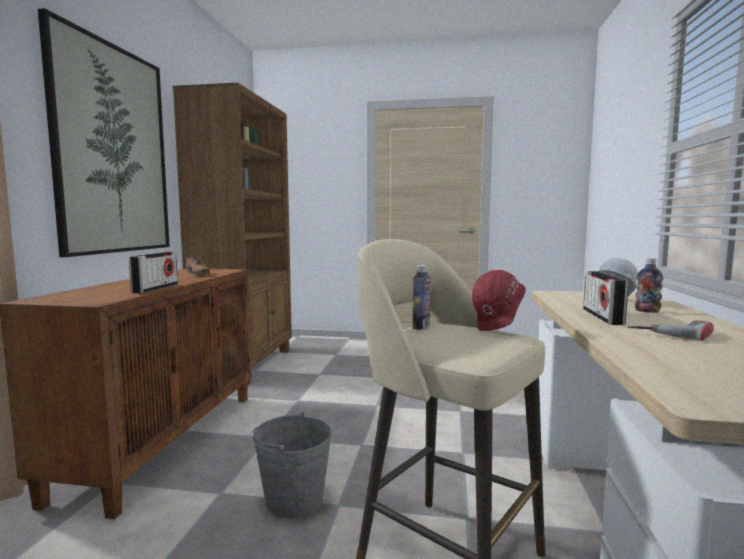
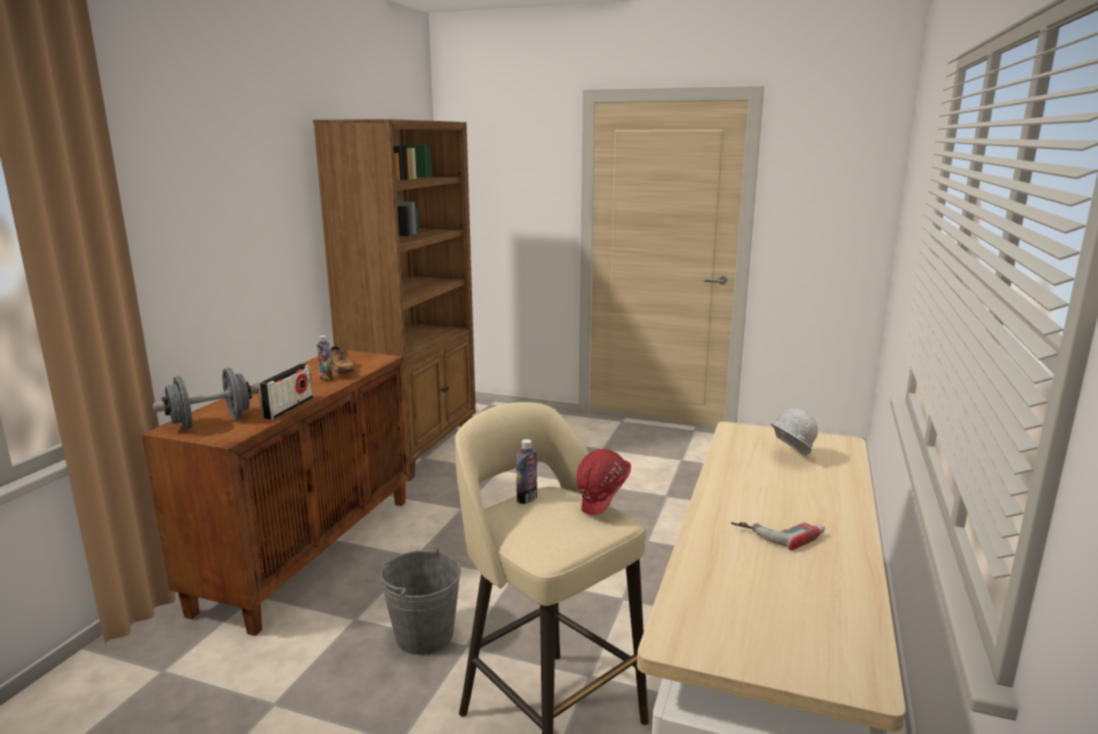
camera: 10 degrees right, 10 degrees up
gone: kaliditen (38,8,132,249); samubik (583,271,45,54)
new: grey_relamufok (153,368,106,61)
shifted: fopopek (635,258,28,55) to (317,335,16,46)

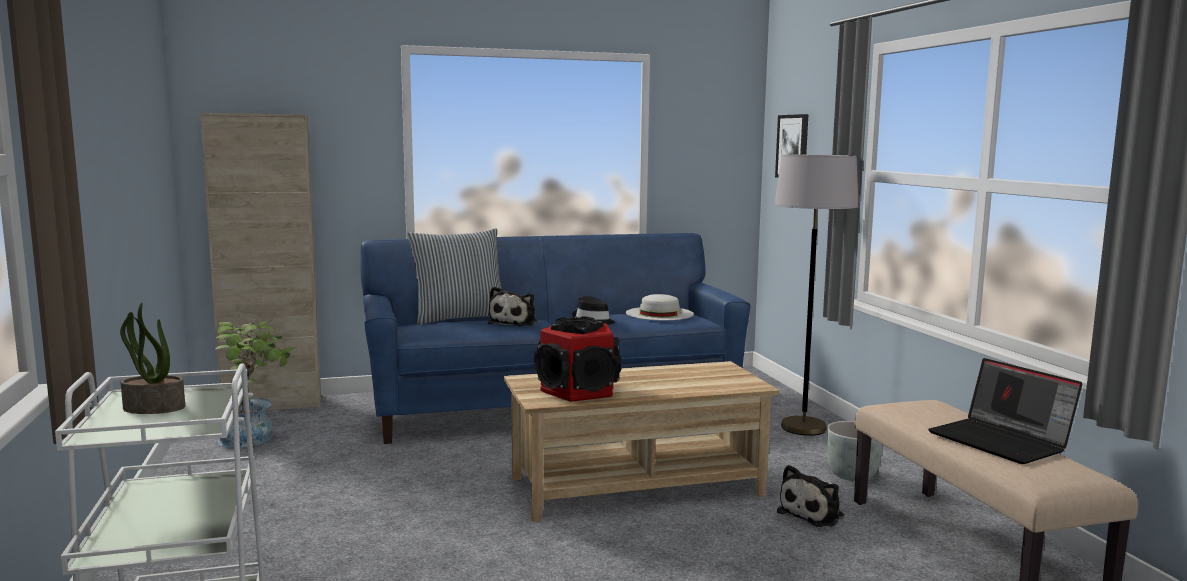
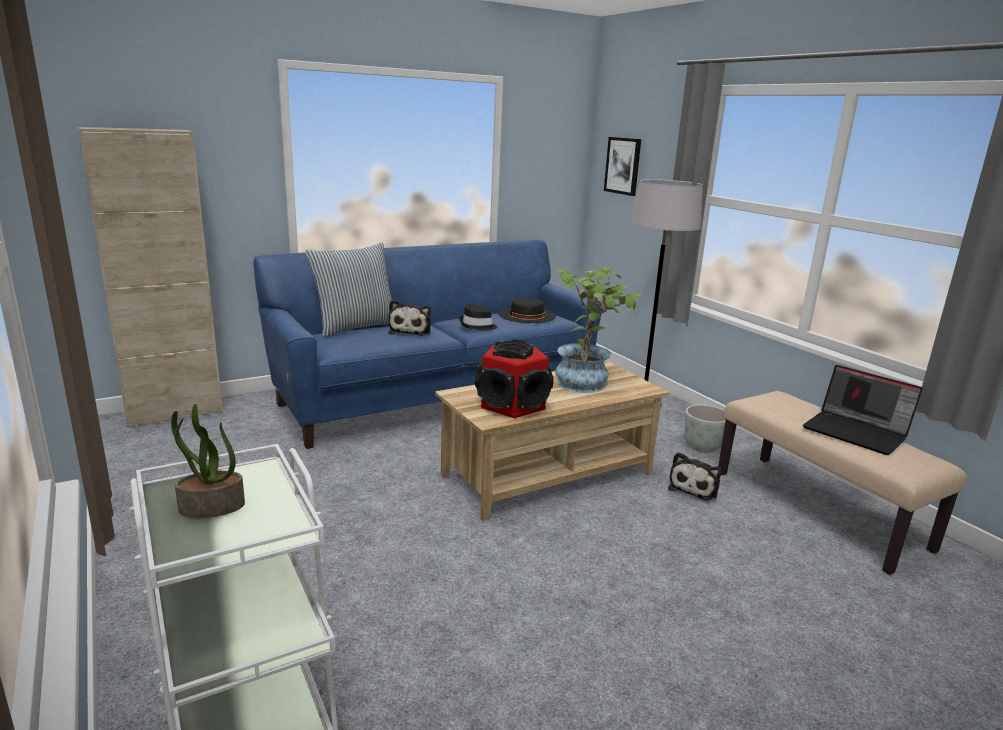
camera: 15 degrees left, 10 degrees up
shifted: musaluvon (215,320,82,128) to (555,267,86,126)
repainted: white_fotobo (626,294,68,26) to black_fotobo (498,298,58,25)

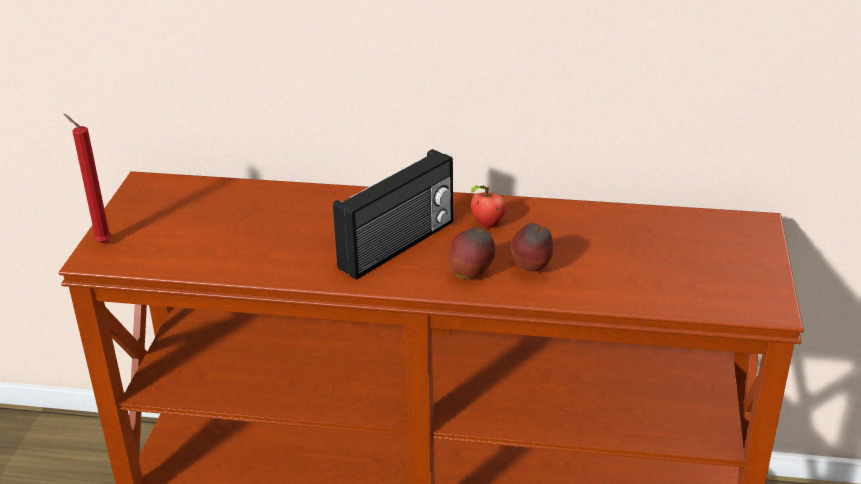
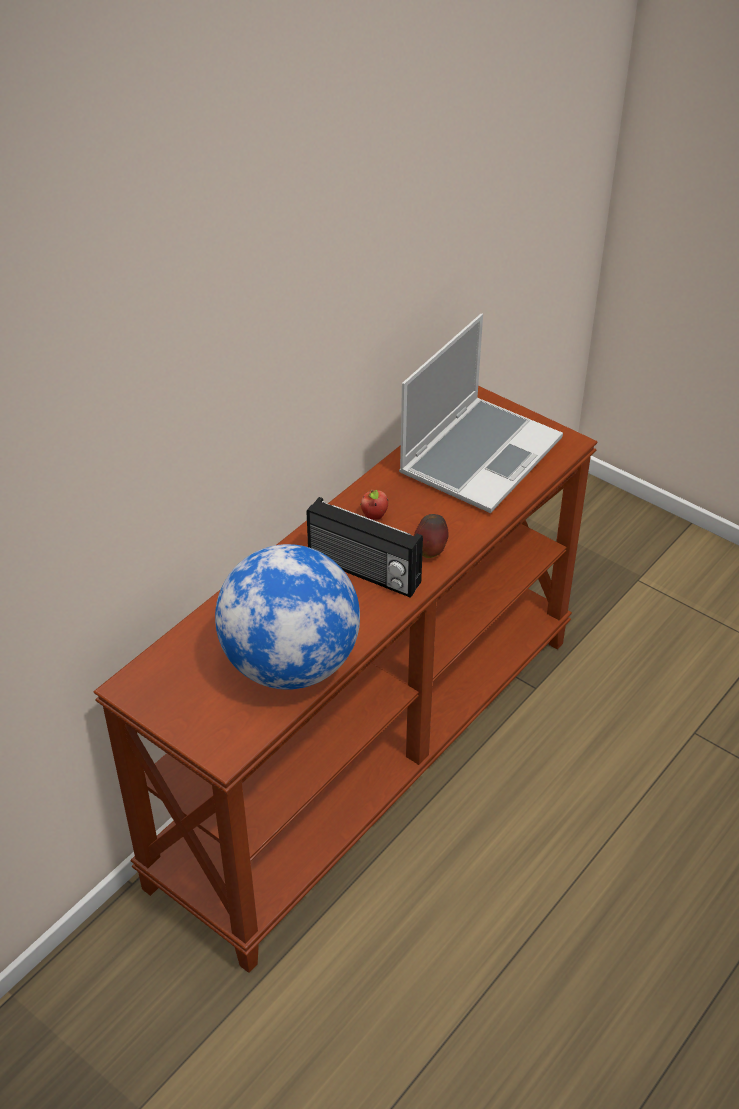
camera: 60 degrees left, 10 degrees up
gone: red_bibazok (64,114,48,129); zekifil (510,223,43,48)
new: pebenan (215,544,145,146); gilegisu (399,314,164,199)
rotated: samubik (333,149,120,131) = (307,497,116,101) 135 degrees clockwise

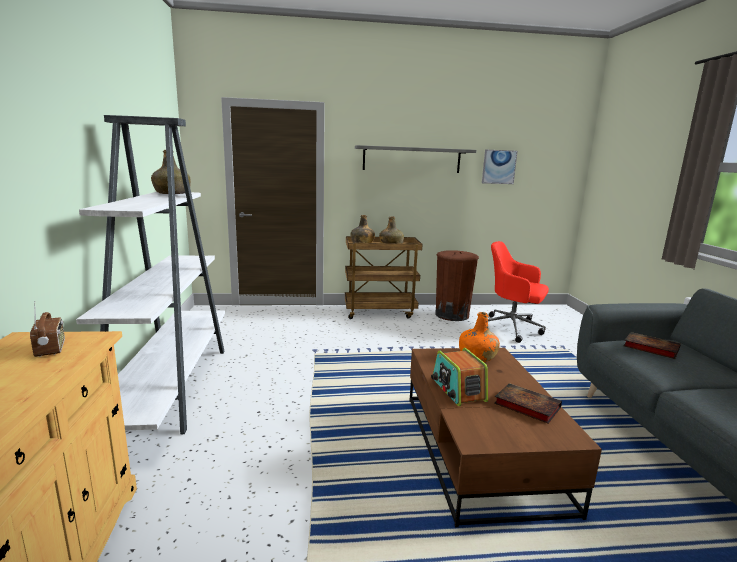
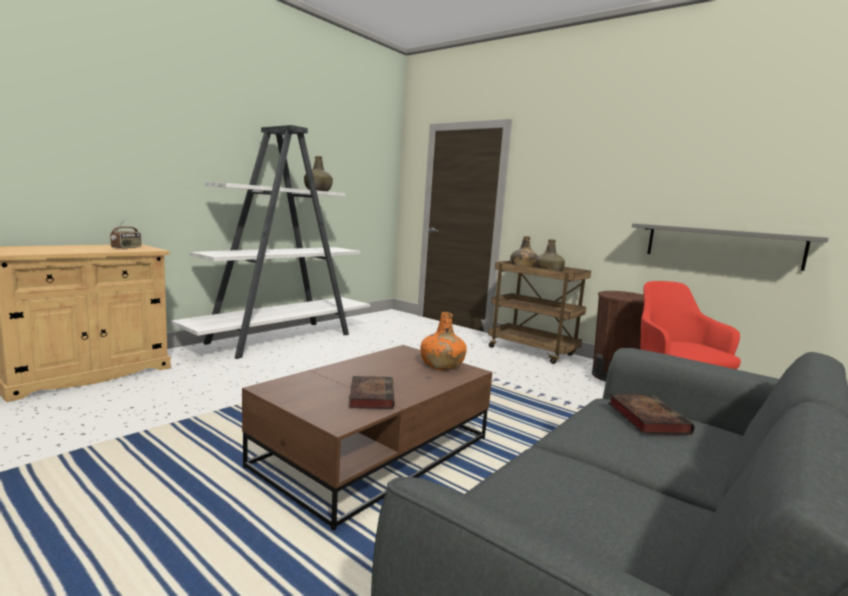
camera: 45 degrees right, 5 degrees down
gone: samubik (431,348,57,58); kaliditen (482,150,36,34)
shifted: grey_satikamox (355,145,121,28) to (632,223,197,48)

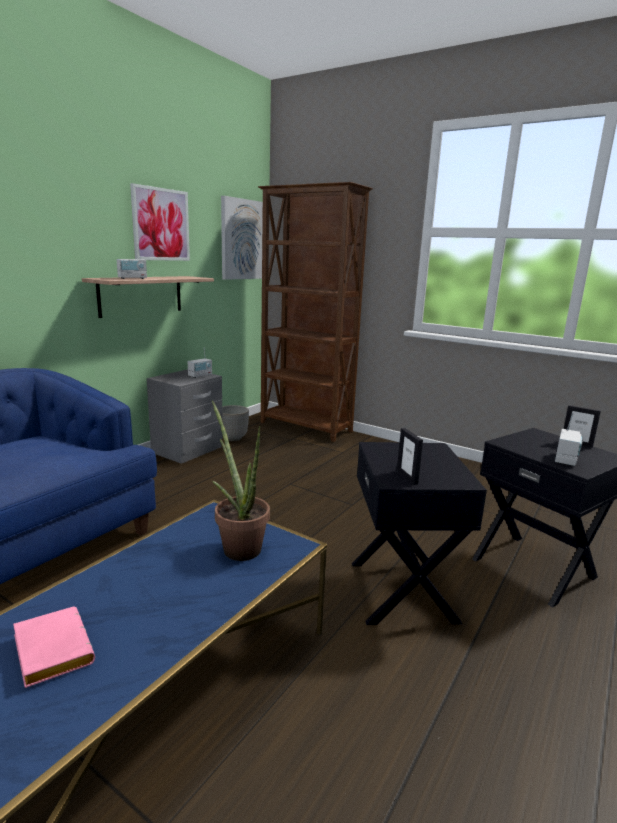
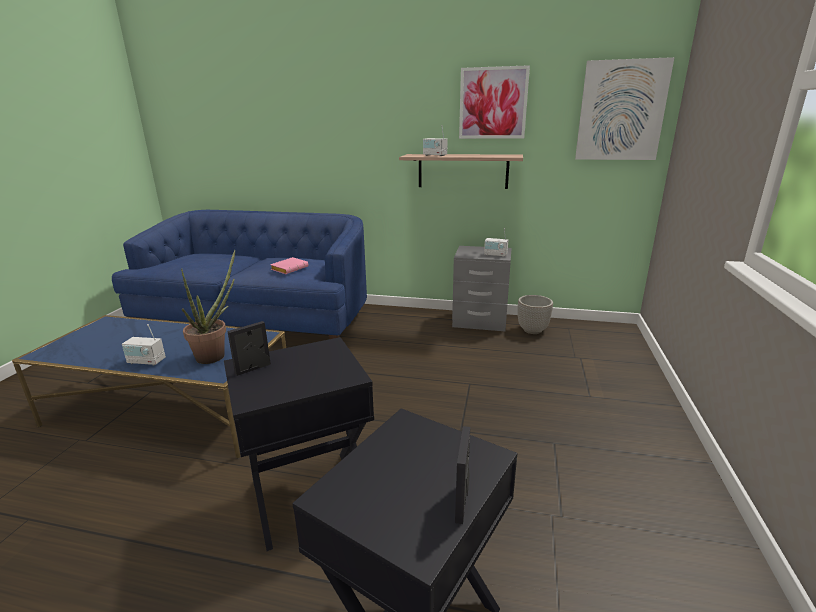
camera: 70 degrees right, 5 degrees up
gone: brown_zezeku (258,182,115,260)
shifted: samubik (555,412,28,54) to (122,324,44,42); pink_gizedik (13,607,82,81) to (270,257,38,17)

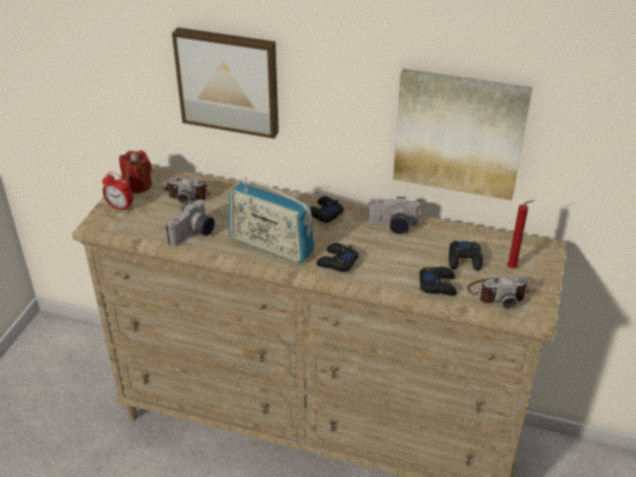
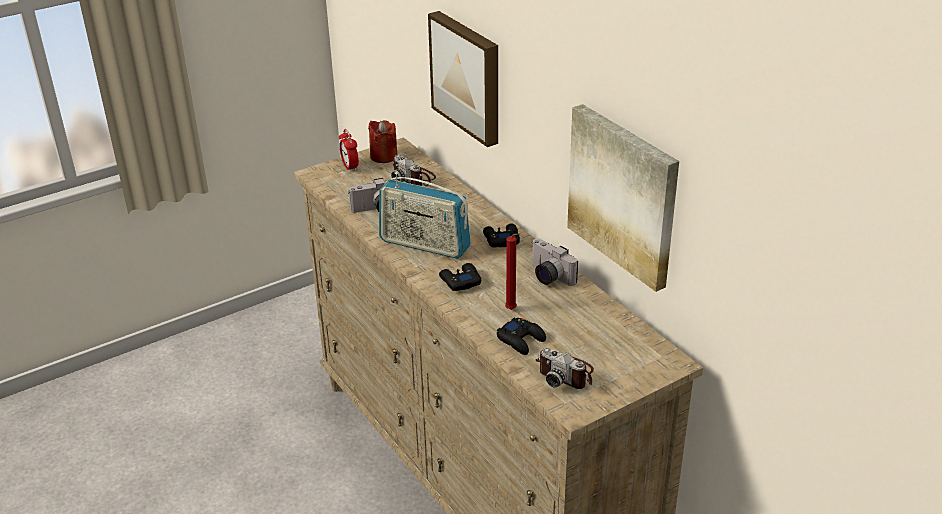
camera: 40 degrees right, 5 degrees down
gone: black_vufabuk (449,241,34,30)
shifted: red_bibazok (507,200,28,68) to (505,233,14,77)
rotated: samubik (229,177,85,86) = (379,172,92,87) 45 degrees counterclockwise

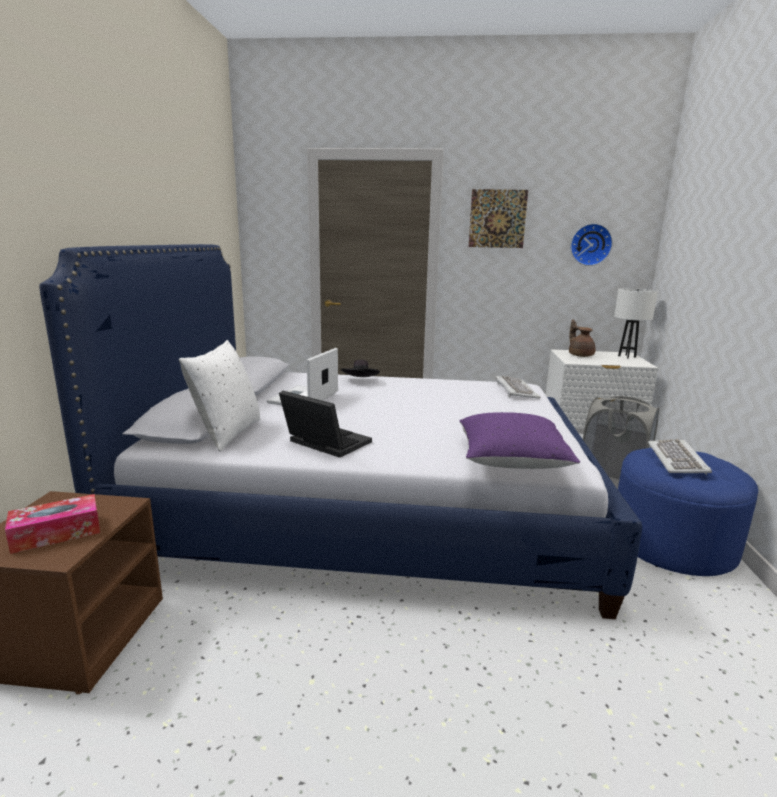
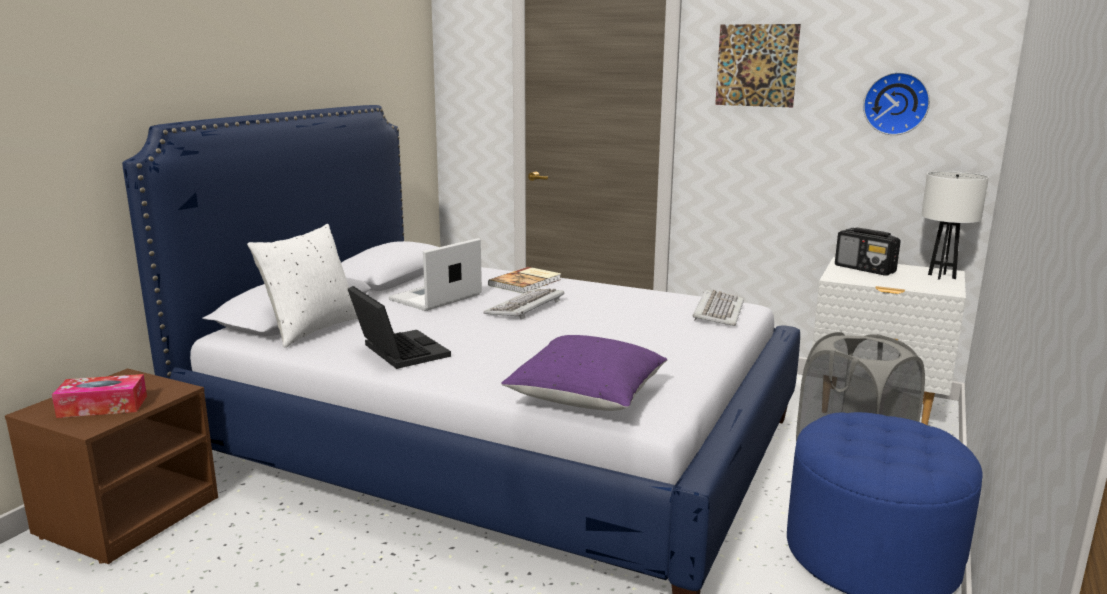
camera: 20 degrees right, 0 degrees up
shifted: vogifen (648,439,64,36) to (484,289,80,30)
swapped: black_fotobo (341,360,39,17) to gizedik (488,267,73,26); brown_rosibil (569,319,27,38) to samubik (835,227,66,49)

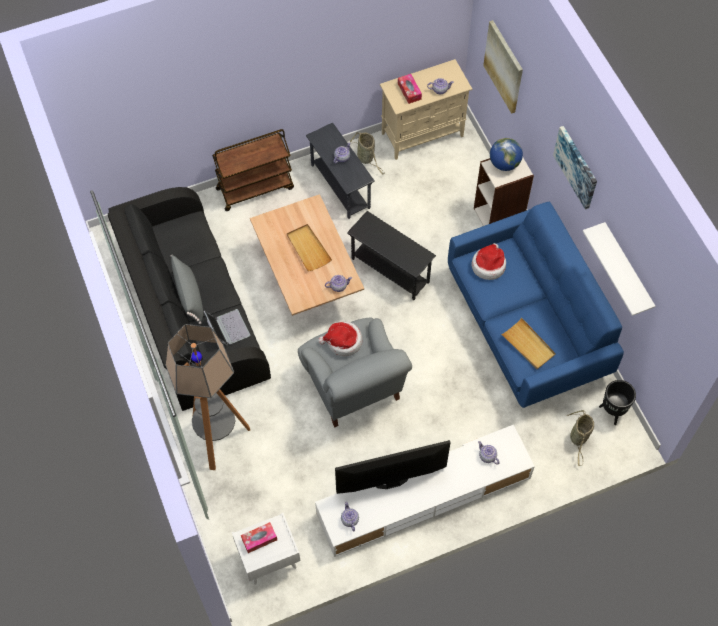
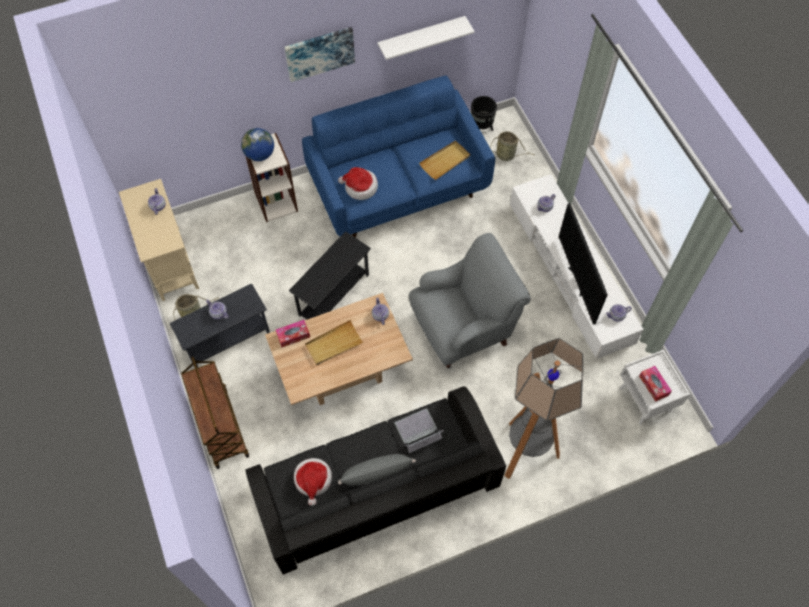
camera: 90 degrees left, 0 degrees up
gone: kaliditen (483,20,40,94)
shifted: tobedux (398,74,24,30) to (276,320,34,27); fotobo (318,322,44,34) to (294,458,38,48)

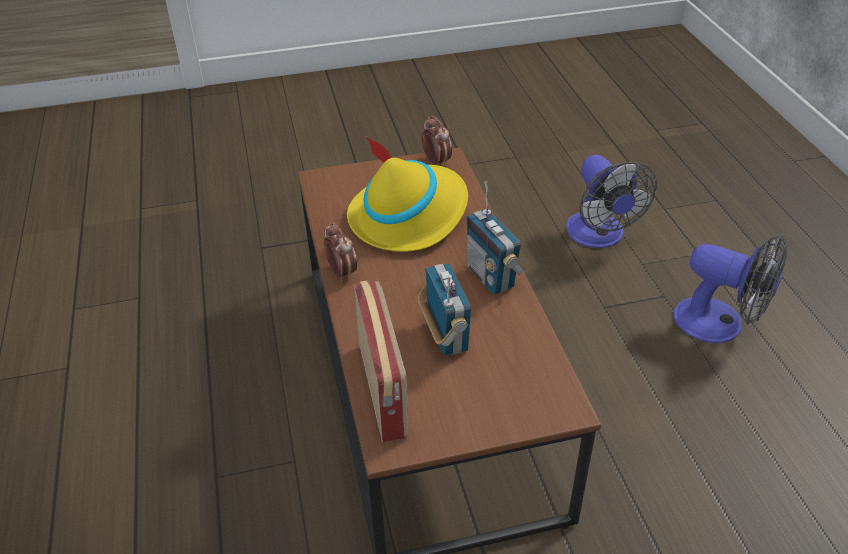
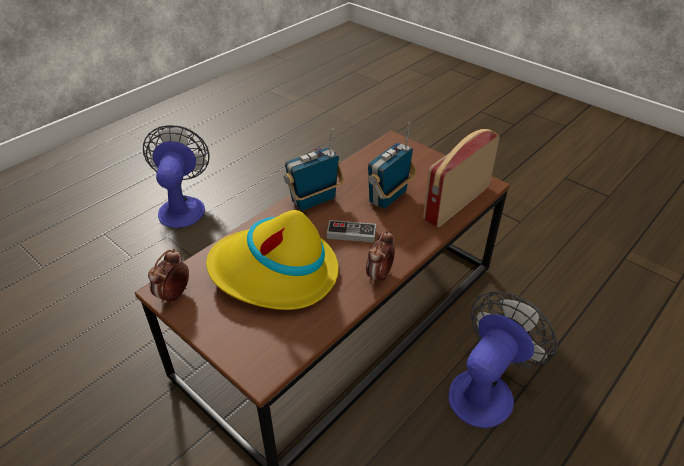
camera: 125 degrees left, 0 degrees up
new: vufabuk (327,220,49,23)
shifted: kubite (566,155,91,93) to (448,292,110,136)
rotated: samubik (466,181,60,114) = (284,129,60,82) 150 degrees counterclockwise

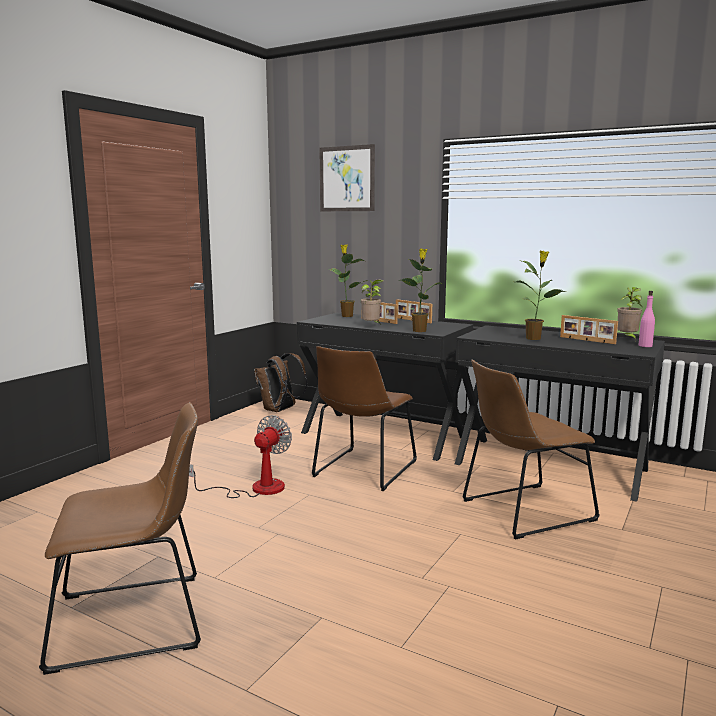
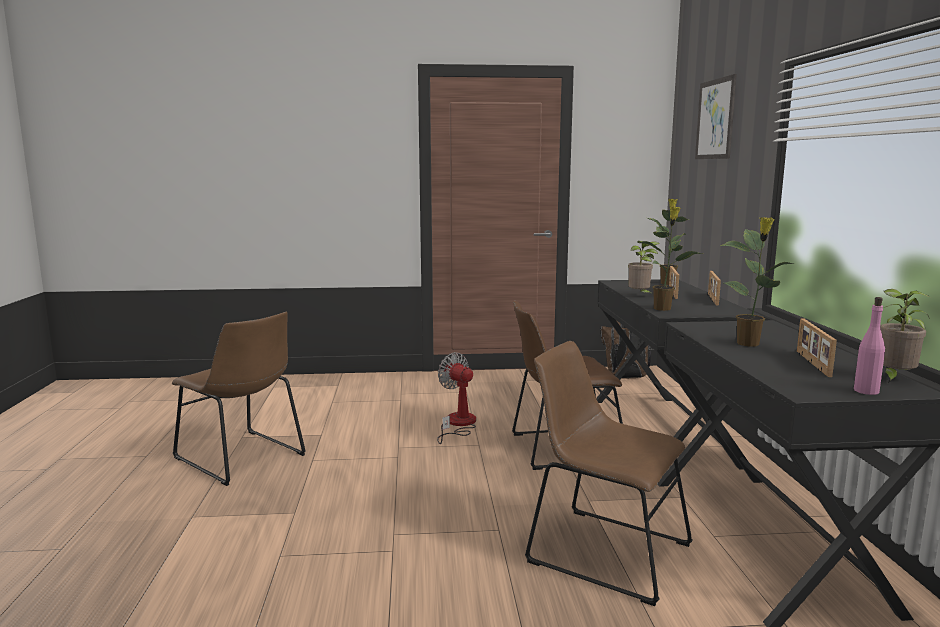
camera: 55 degrees right, 0 degrees up
rotated: kubite (189,415,103,83) = (437,352,39,92) 120 degrees counterclockwise

